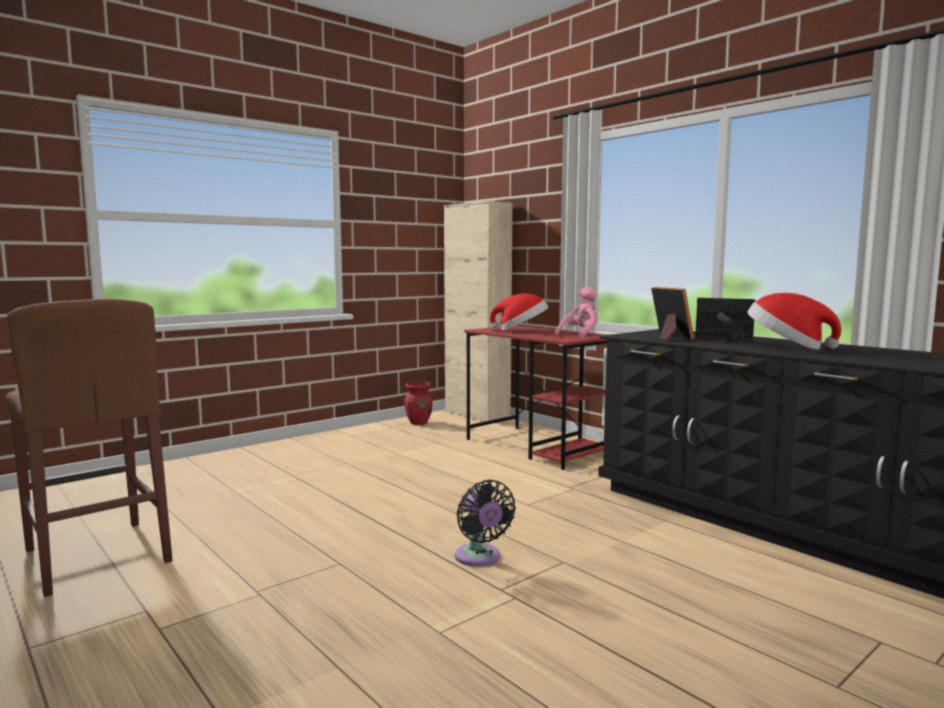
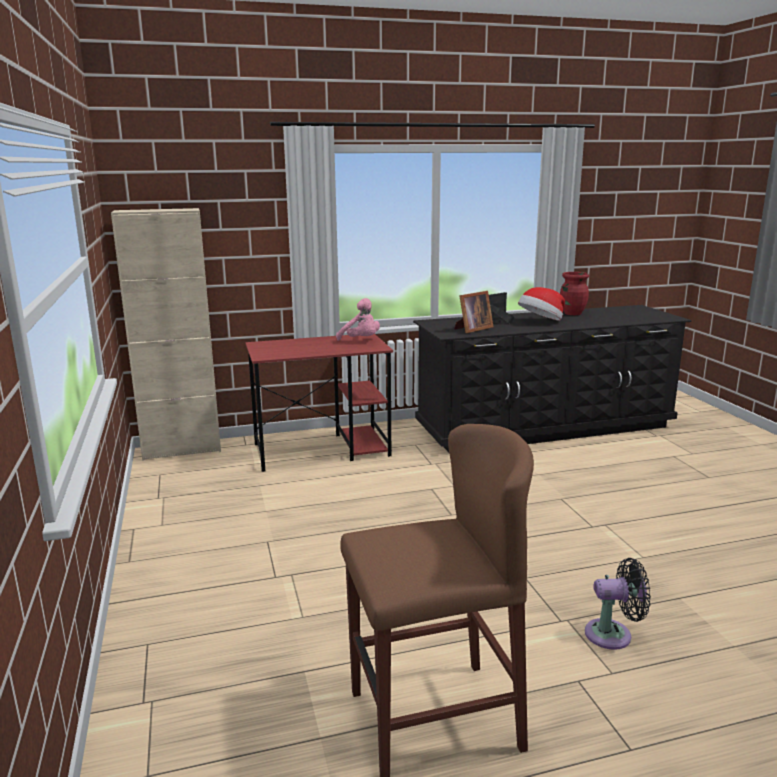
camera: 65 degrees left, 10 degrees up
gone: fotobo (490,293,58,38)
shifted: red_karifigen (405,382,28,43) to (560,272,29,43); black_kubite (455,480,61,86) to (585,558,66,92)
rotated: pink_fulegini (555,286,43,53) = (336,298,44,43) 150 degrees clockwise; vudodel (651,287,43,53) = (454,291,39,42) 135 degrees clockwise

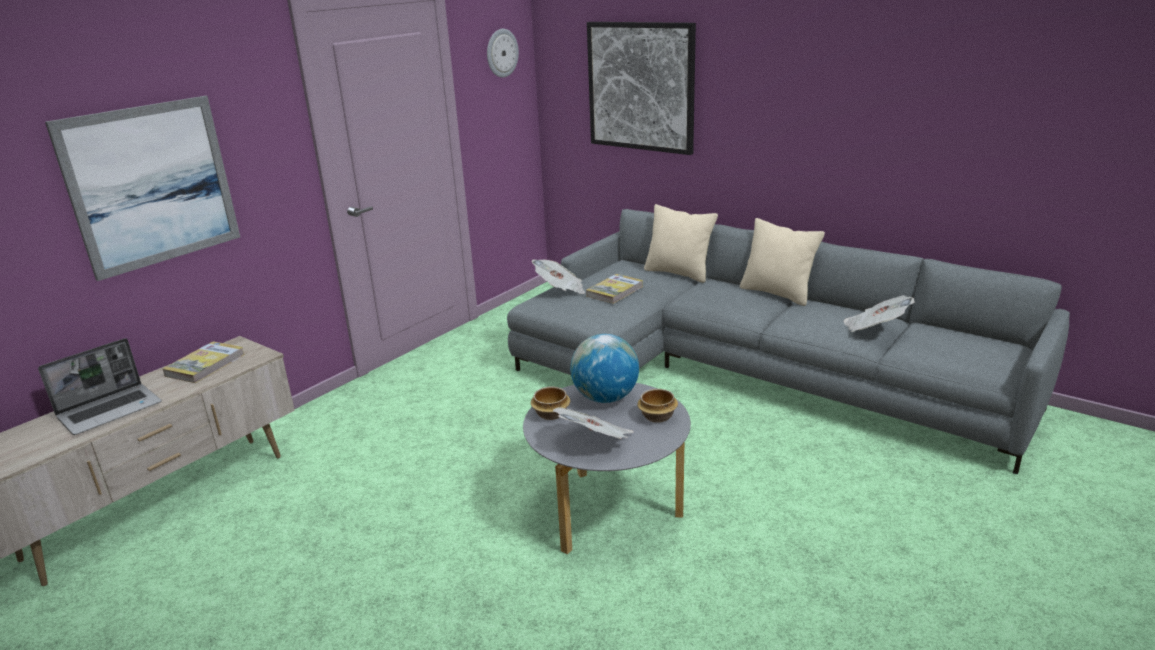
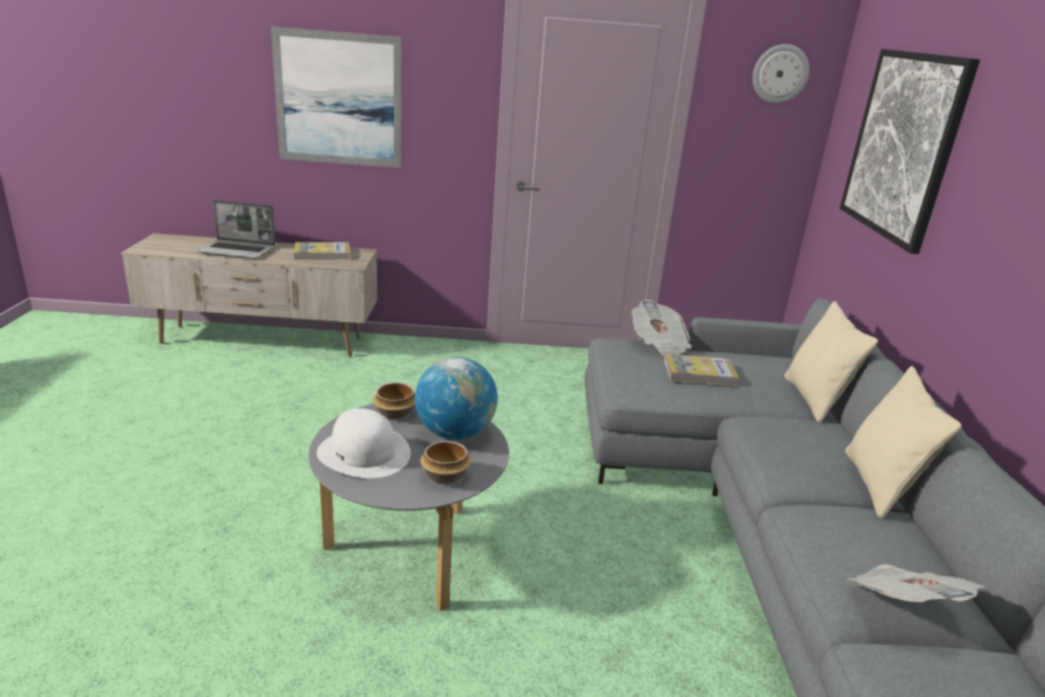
camera: 50 degrees right, 0 degrees up
swapped: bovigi (553,407,81,32) to white_fotobo (317,408,94,70)

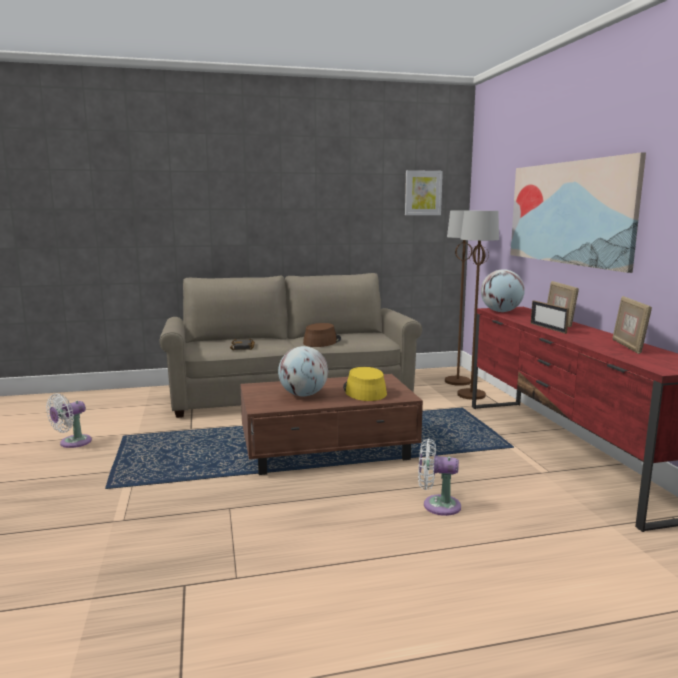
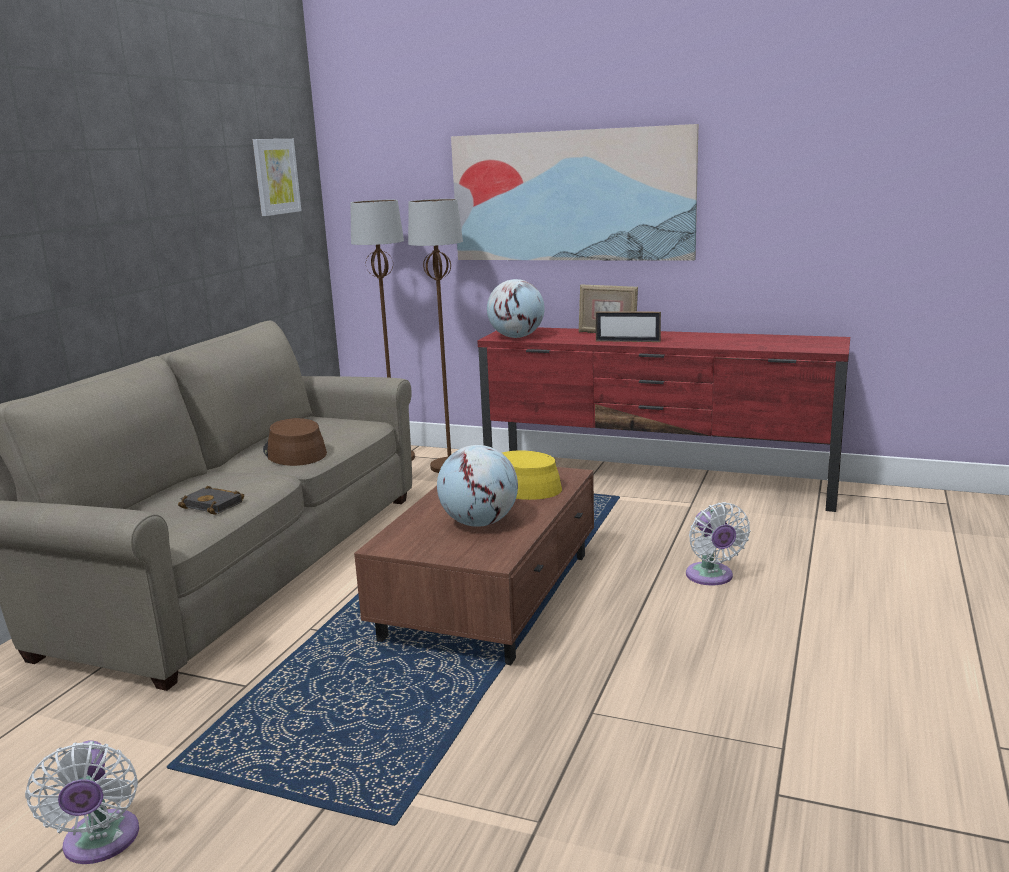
camera: 55 degrees left, 5 degrees up
gone: vudodel (613,296,39,58)
rotated: white_kubite (418,439,43,77) = (686,502,64,83) 60 degrees counterclockwise

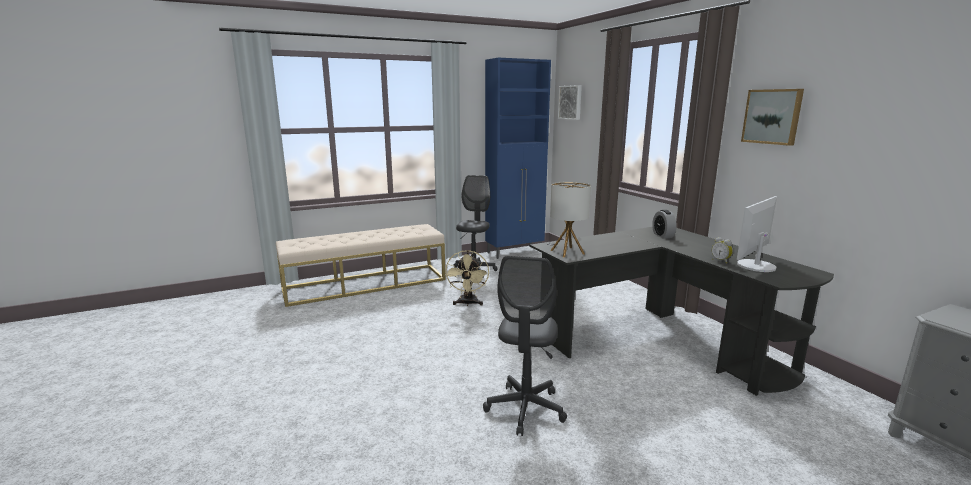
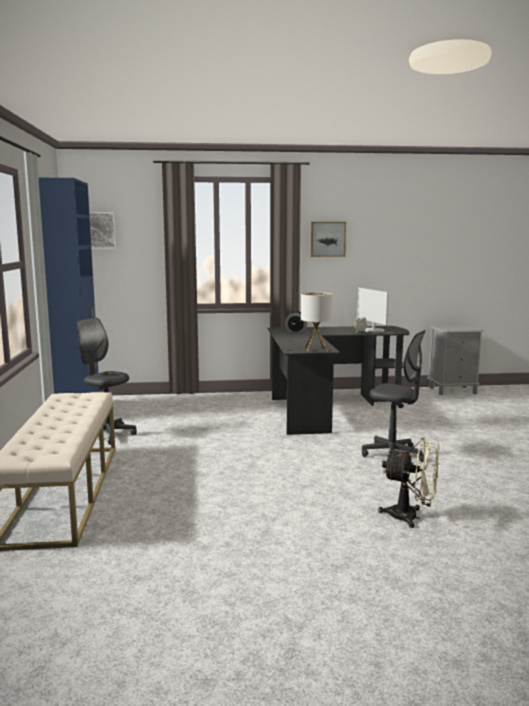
camera: 70 degrees left, 5 degrees down
shifted: beige_kubite (445,250,44,56) to (378,437,62,91)

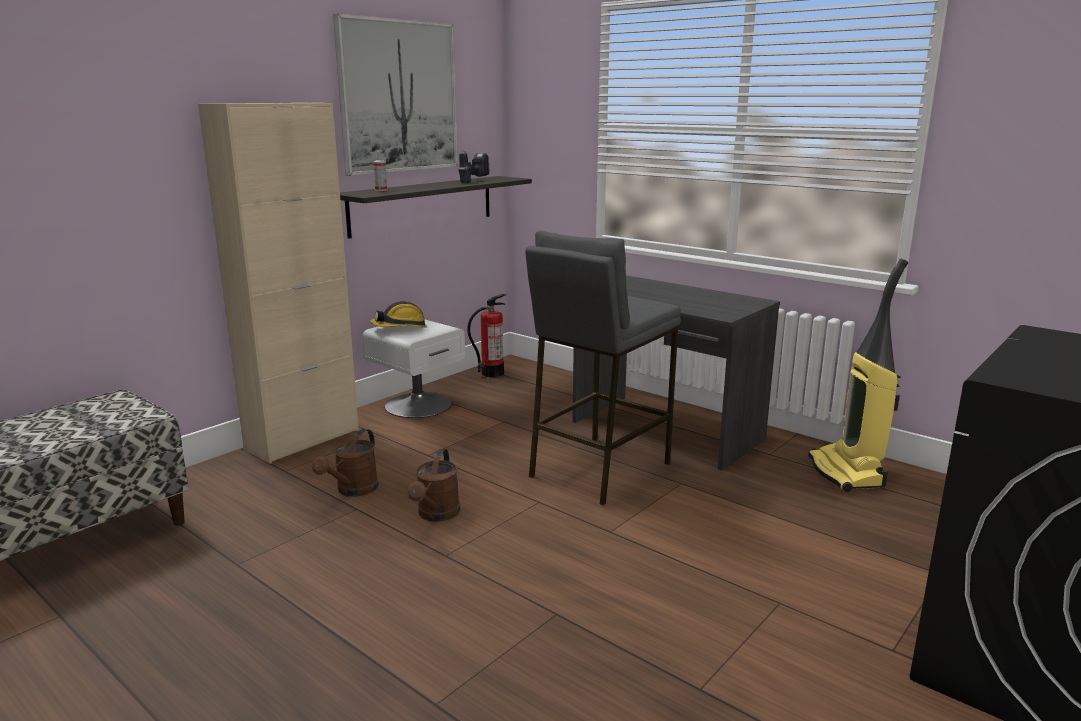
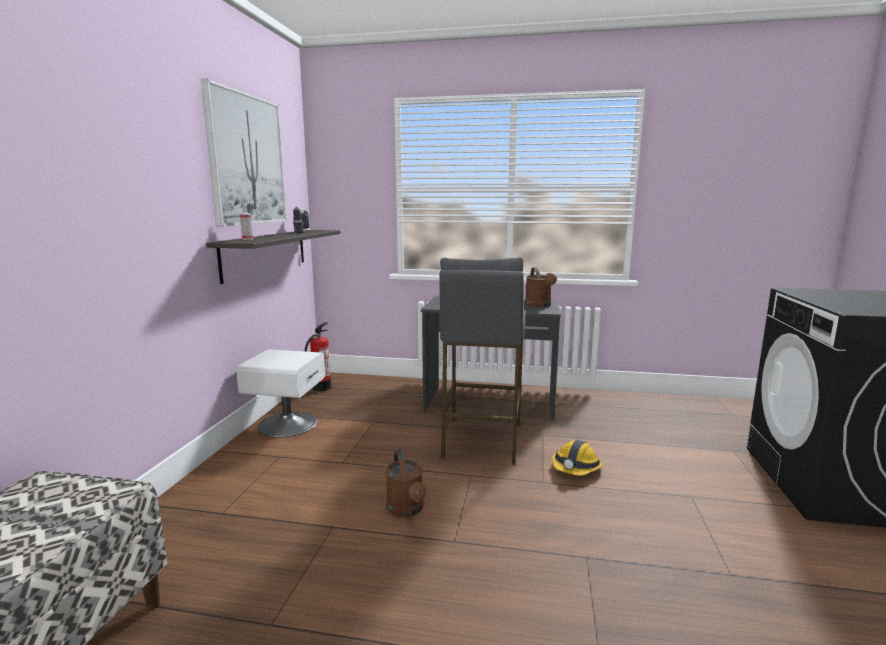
camera: 30 degrees left, 5 degrees down
gone: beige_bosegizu (198,103,161,361); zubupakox (808,259,100,233)
shifted: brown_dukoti (312,429,67,68) to (525,267,32,41); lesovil (370,301,58,27) to (552,440,50,36)

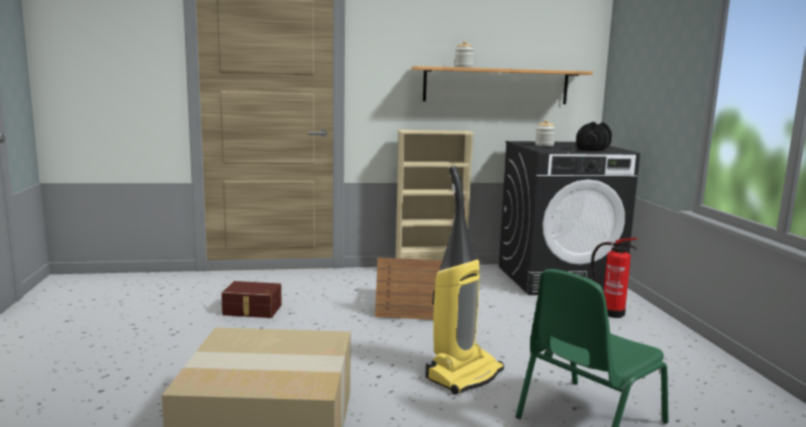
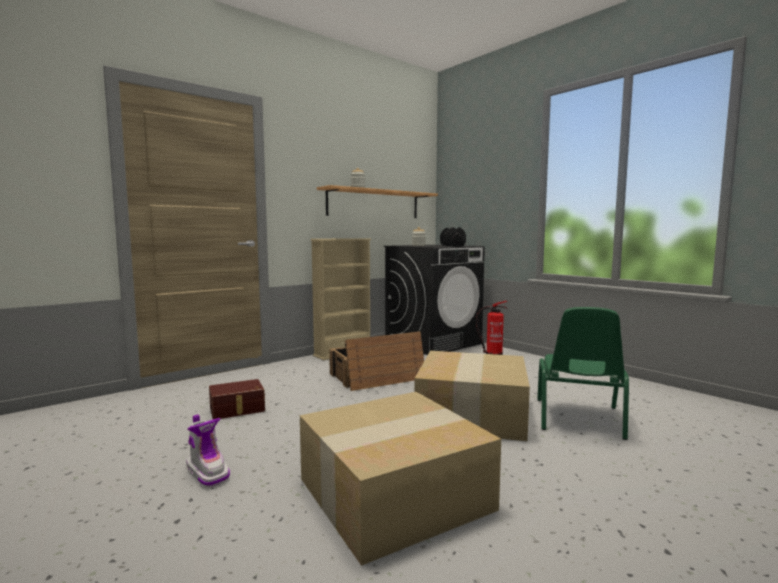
camera: 30 degrees left, 5 degrees down
new: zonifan (186,414,44,73)
swapped: zubupakox (425,166,79,229) to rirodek (414,351,116,90)

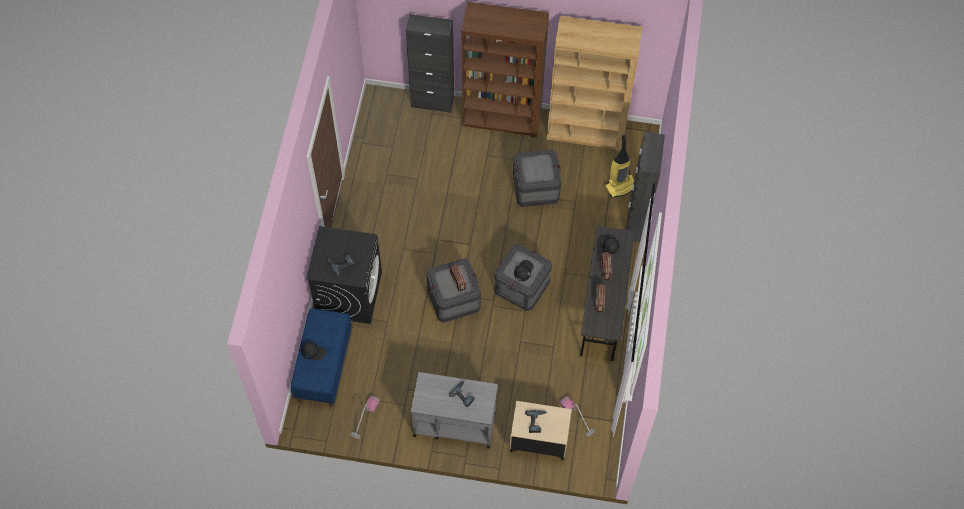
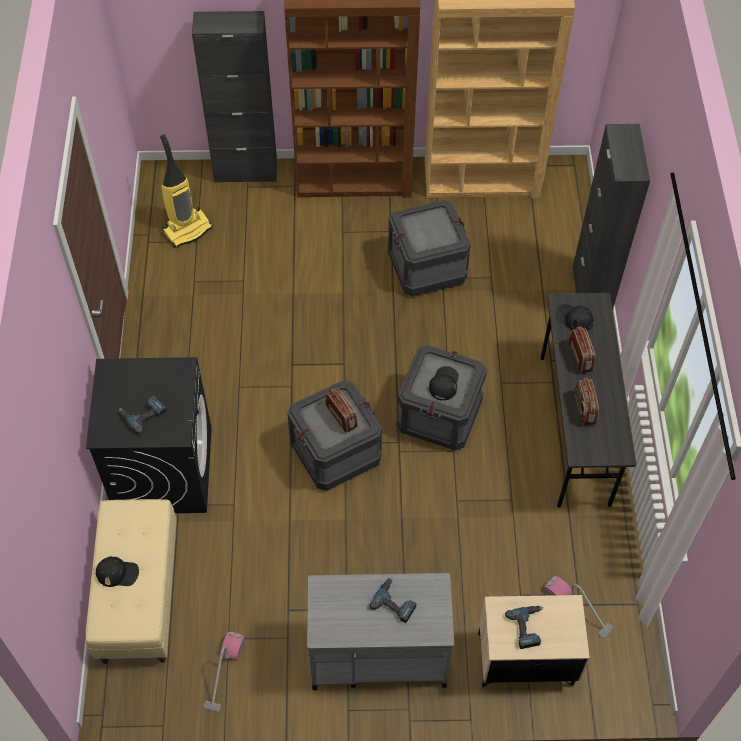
camera: 10 degrees left, 5 degrees down
shifted: zubupakox (605,134,29,64) to (160,134,53,113)
repainted: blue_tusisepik (291,309,61,98) to beige_tusisepik (86,499,91,165)

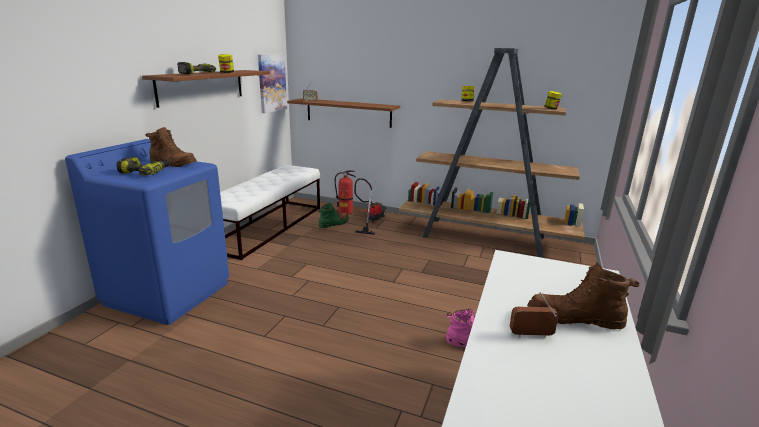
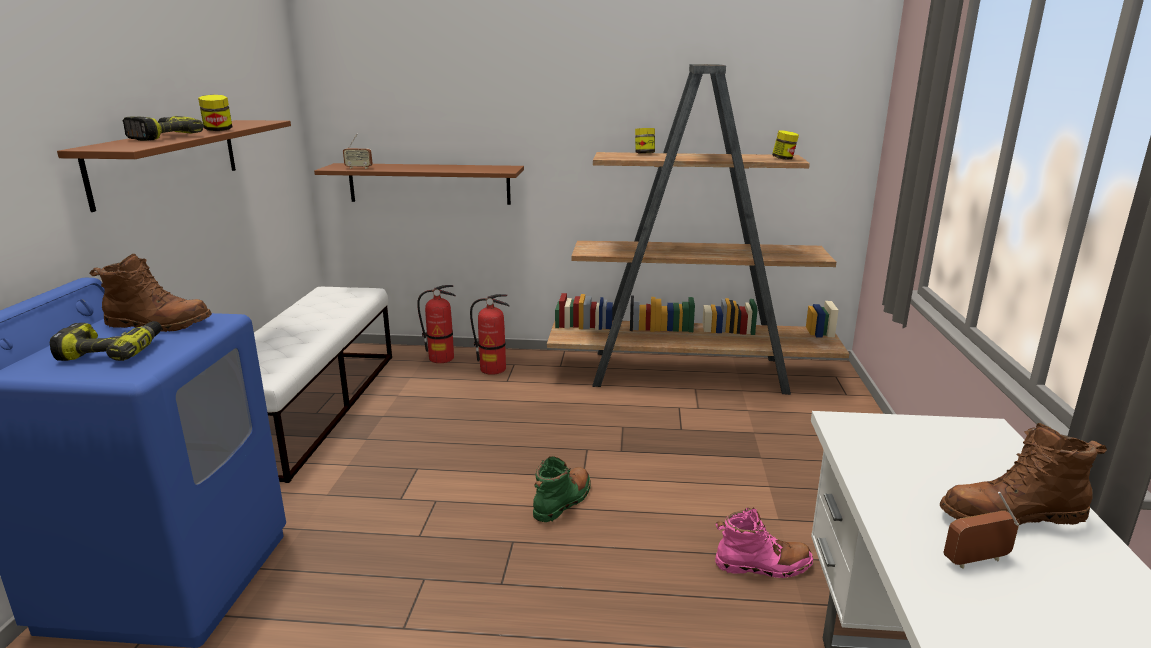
camera: 15 degrees left, 0 degrees up
gone: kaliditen (258,55,29,58)
shifted: green_zonifan (318,203,31,25) to (533,456,58,66)
swapped: zubupakox (354,178,33,57) to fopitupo (470,294,40,81)

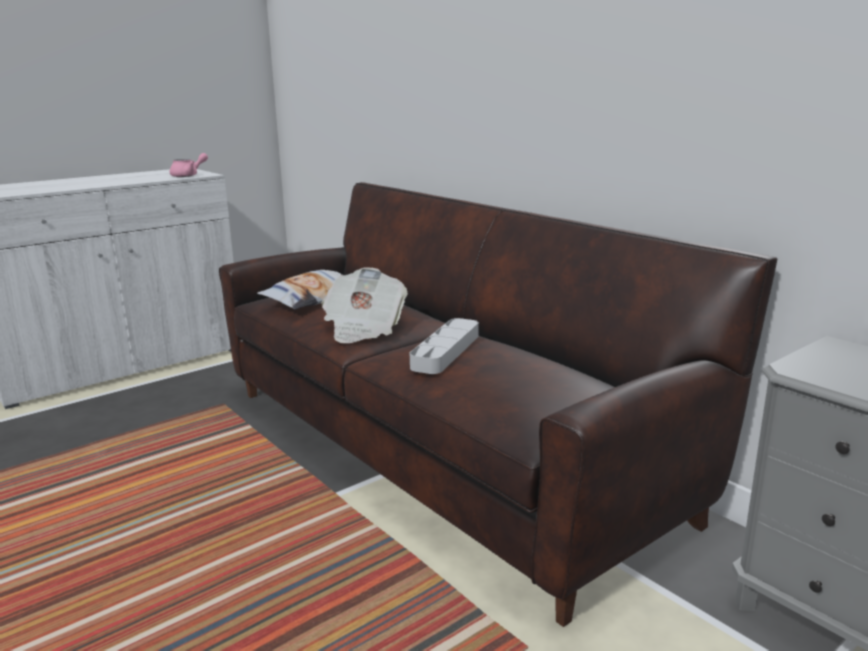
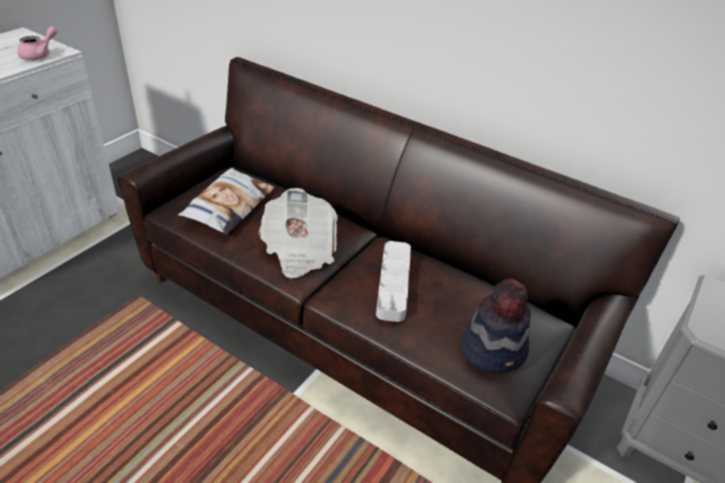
camera: 20 degrees left, 20 degrees up
new: fotobo (462,278,69,95)

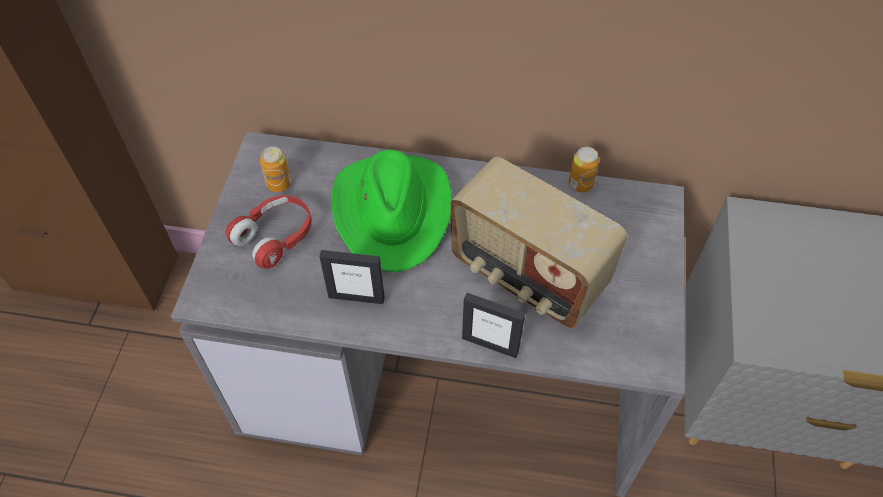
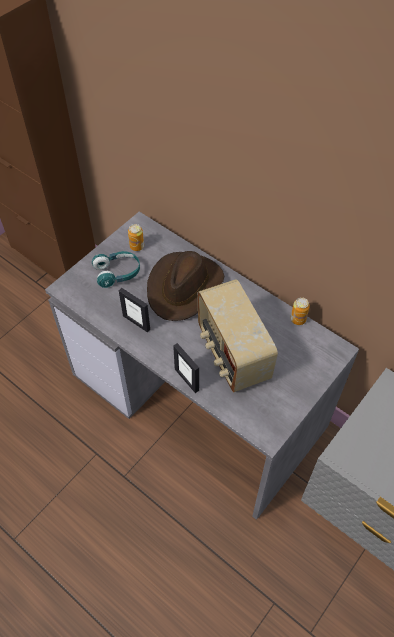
camera: 30 degrees right, 0 degrees up
repainted: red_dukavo (226,195,85,74) to turquoise_dukavo (92,251,48,37); green_fotobo (331,149,121,123) to brown_fotobo (147,251,77,70)

